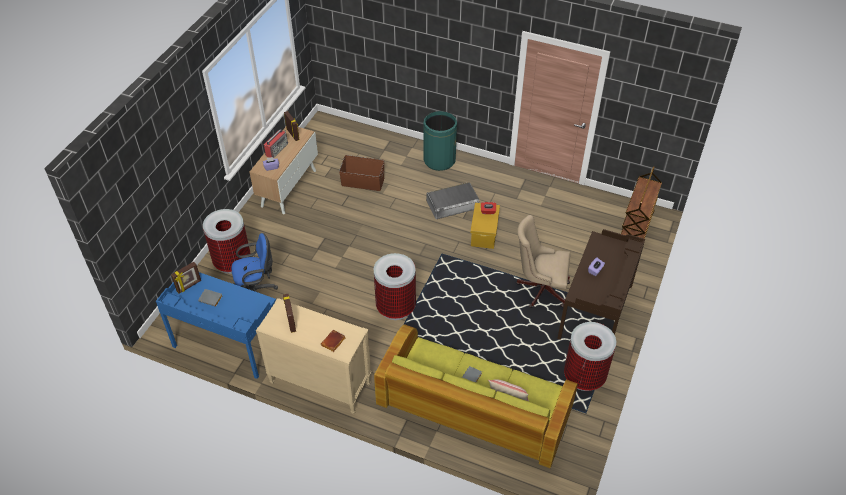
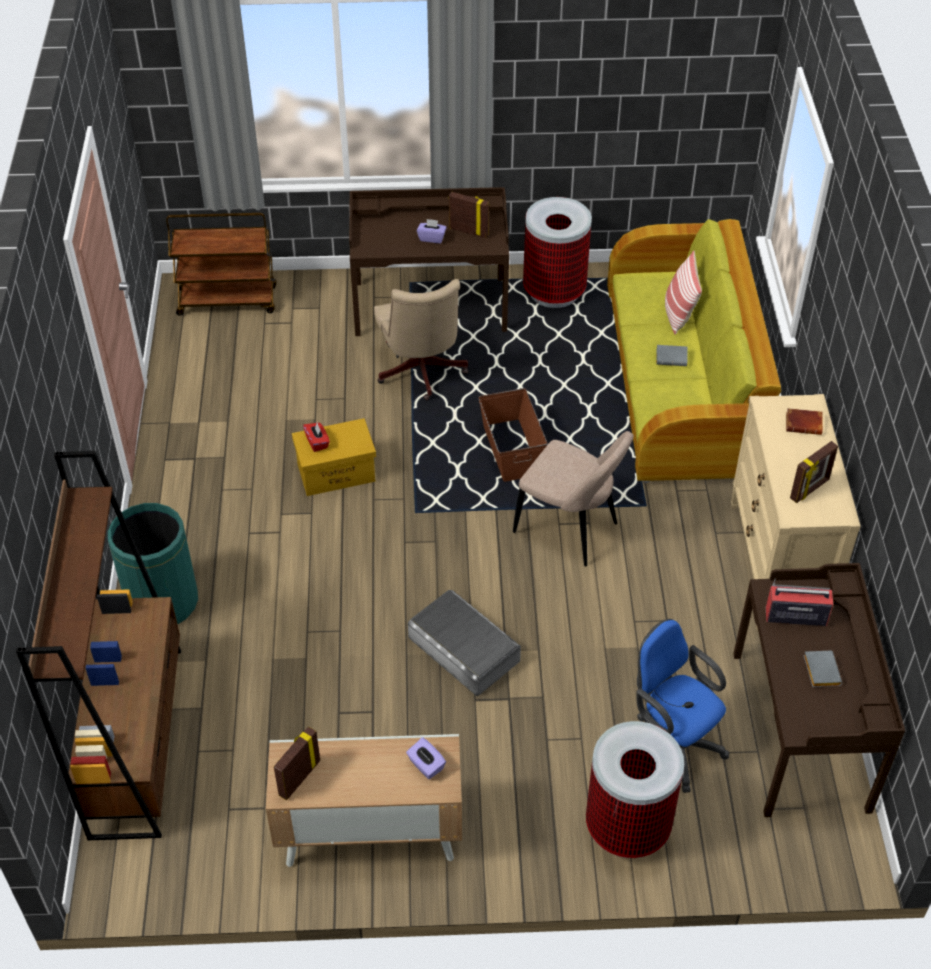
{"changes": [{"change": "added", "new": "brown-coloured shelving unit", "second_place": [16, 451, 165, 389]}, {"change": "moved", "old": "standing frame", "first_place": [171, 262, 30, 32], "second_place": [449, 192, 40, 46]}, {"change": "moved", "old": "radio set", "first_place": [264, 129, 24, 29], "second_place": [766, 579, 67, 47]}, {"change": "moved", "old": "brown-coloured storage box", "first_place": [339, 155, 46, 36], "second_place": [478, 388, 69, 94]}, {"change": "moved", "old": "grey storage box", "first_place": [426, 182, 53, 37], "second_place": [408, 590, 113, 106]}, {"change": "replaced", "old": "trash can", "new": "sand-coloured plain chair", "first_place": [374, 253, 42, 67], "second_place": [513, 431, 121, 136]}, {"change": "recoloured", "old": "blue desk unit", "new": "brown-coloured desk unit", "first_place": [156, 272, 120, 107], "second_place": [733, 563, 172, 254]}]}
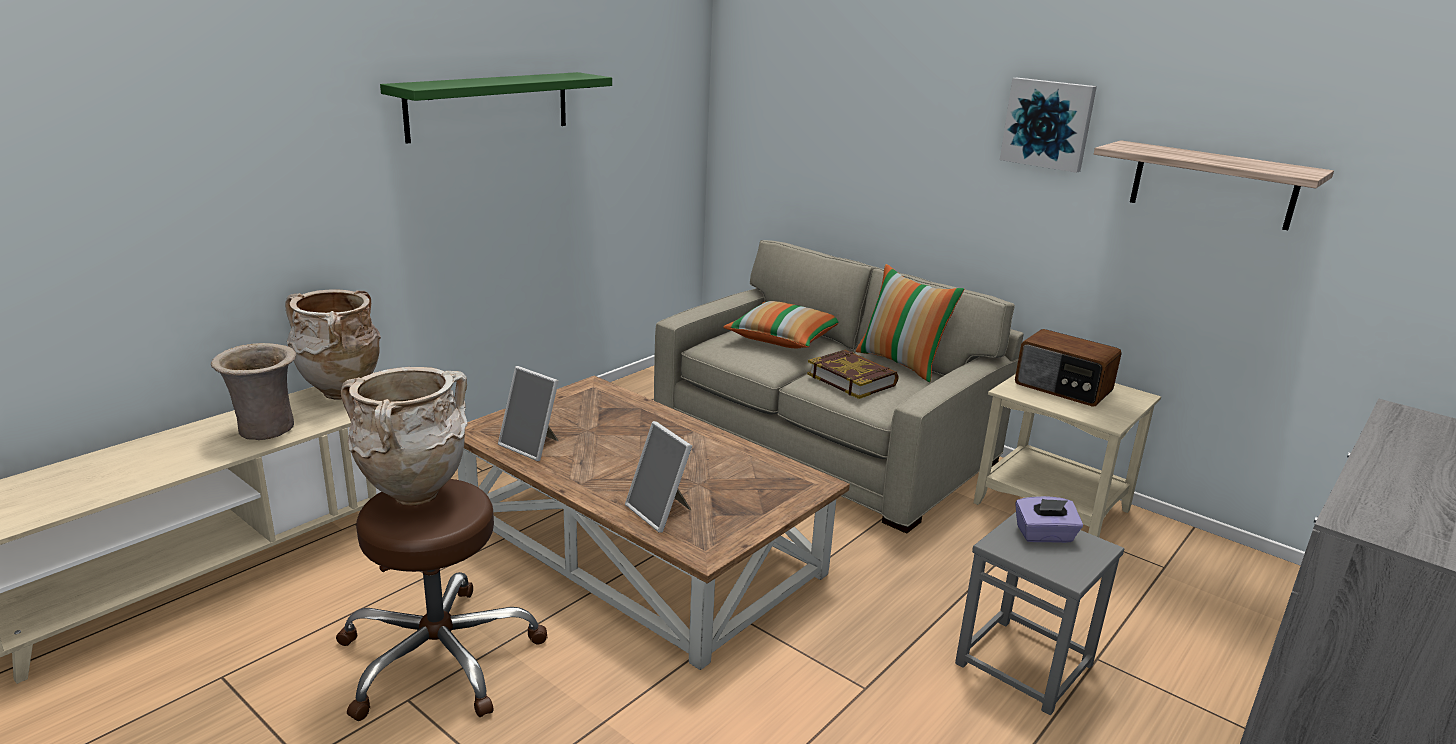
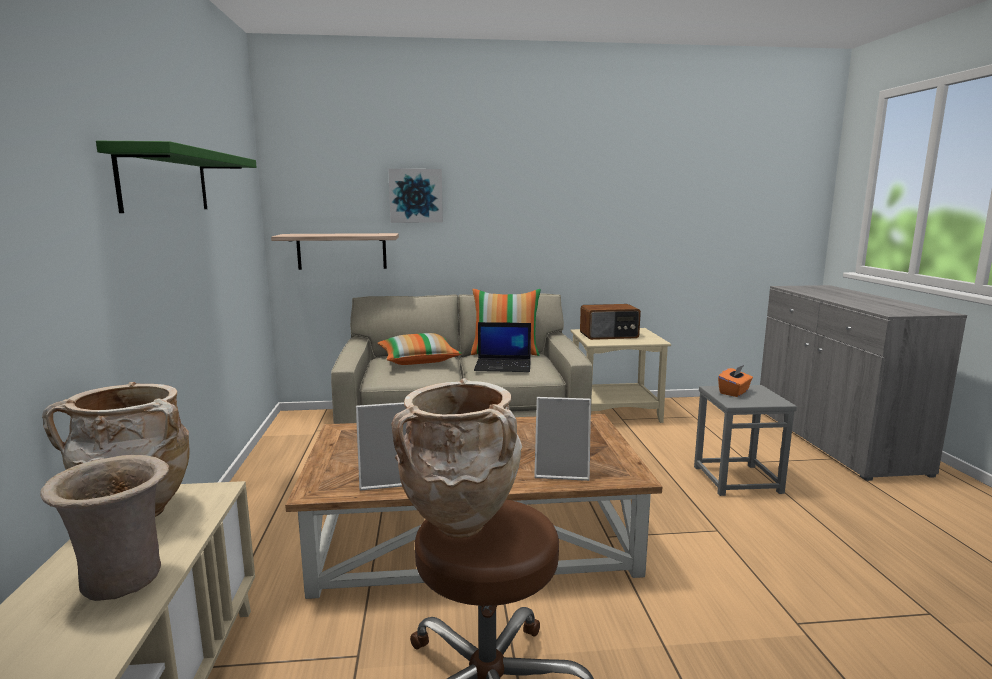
{"changes": [{"change": "moved", "old": "wall picture", "first_place": [1000, 78, 97, 95], "second_place": [388, 169, 55, 54]}, {"change": "moved", "old": "bracket shelf", "first_place": [1094, 140, 240, 90], "second_place": [271, 233, 128, 37]}, {"change": "replaced", "old": "volume", "new": "portable computer", "first_place": [807, 350, 92, 49], "second_place": [474, 322, 57, 50]}, {"change": "recoloured", "old": "purplish tissue holder", "new": "orange tissue holder", "first_place": [1015, 496, 68, 47], "second_place": [718, 365, 35, 32]}]}
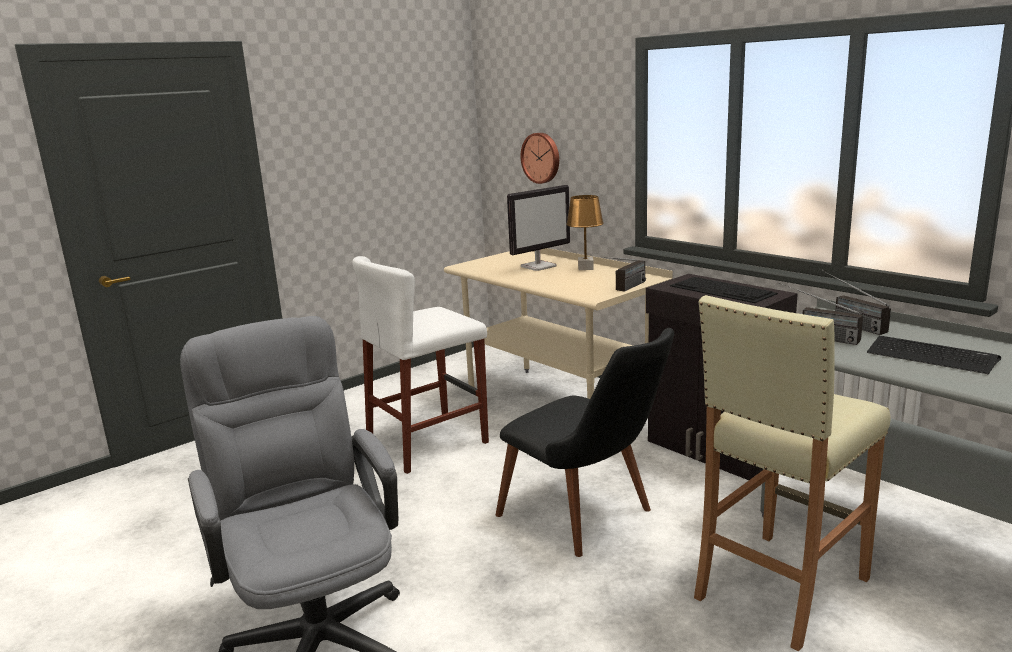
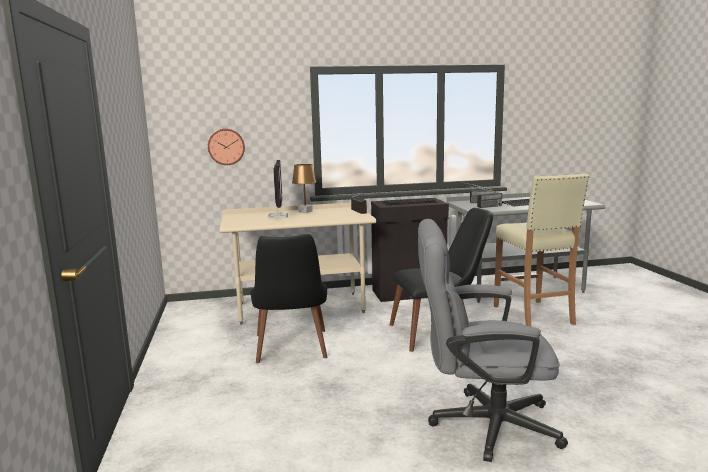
{"changes": [{"change": "replaced", "old": "white-coloured stool seat", "new": "blackish plain chair", "first_place": [352, 256, 137, 218], "second_place": [250, 234, 77, 129]}]}
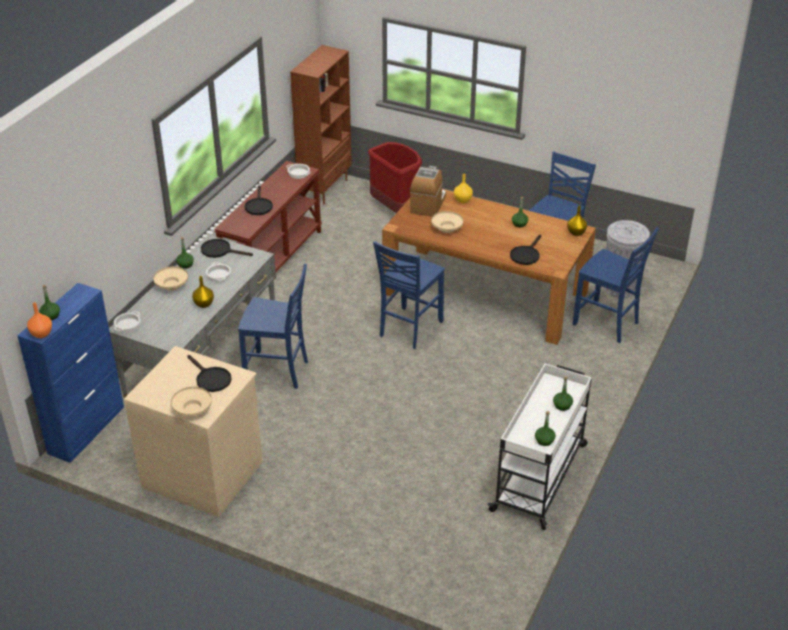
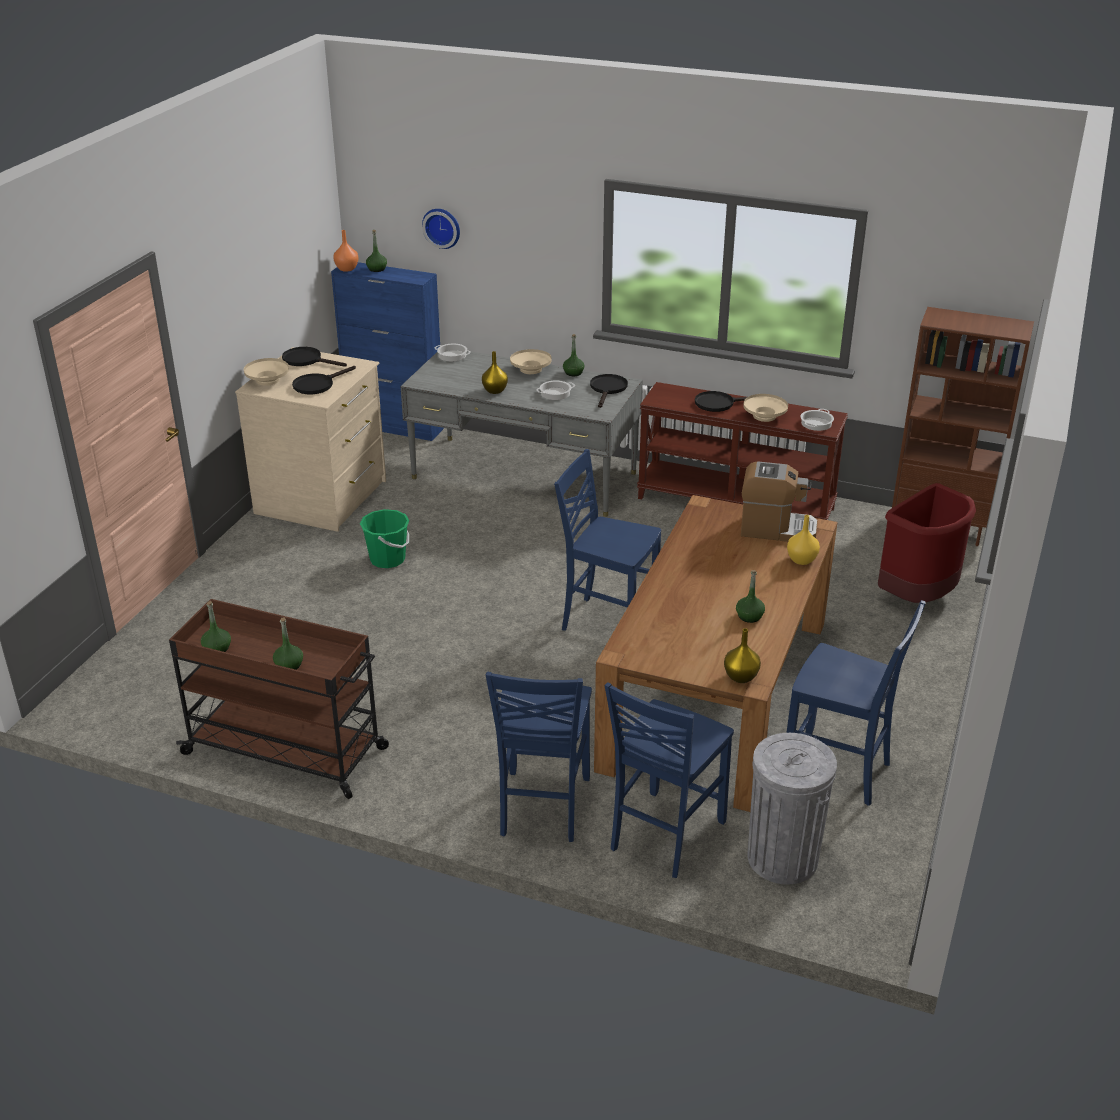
{"changes": [{"change": "added", "new": "green-coloured pail", "second_place": [360, 509, 49, 59]}, {"change": "added", "new": "wall clock", "second_place": [422, 209, 38, 40]}, {"change": "moved", "old": "blue plain chair", "first_place": [238, 264, 70, 125], "second_place": [486, 672, 106, 170]}, {"change": "moved", "old": "sand-coloured serving bowl", "first_place": [431, 211, 33, 22], "second_place": [743, 394, 45, 28]}, {"change": "moved", "old": "blackish skillet", "first_place": [510, 234, 32, 31], "second_place": [282, 347, 65, 20]}, {"change": "recoloured", "old": "white-coloured wheeled cart", "new": "brown-coloured wheeled cart", "first_place": [488, 364, 104, 166], "second_place": [169, 599, 220, 200]}]}
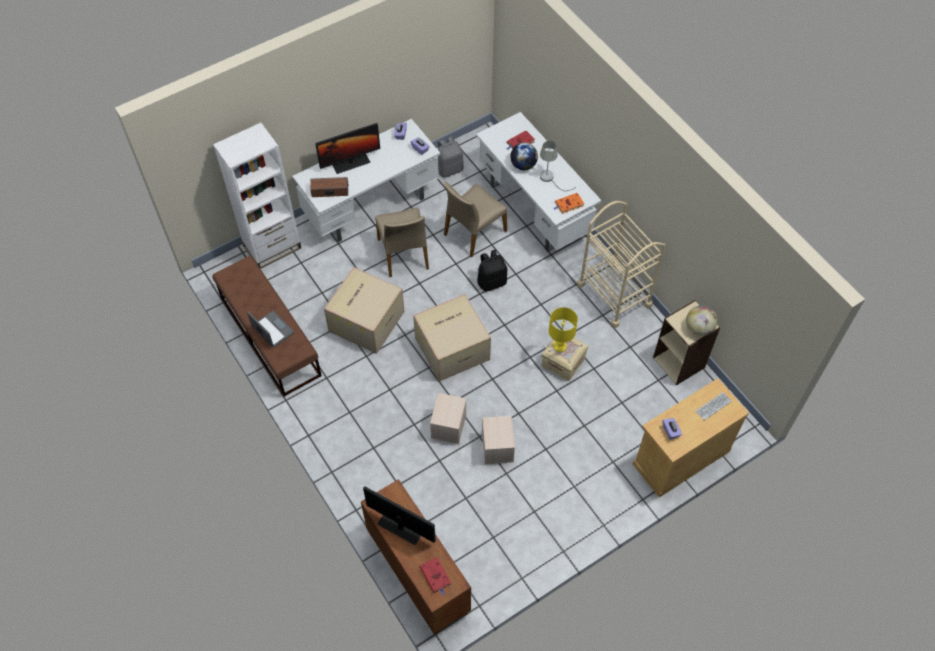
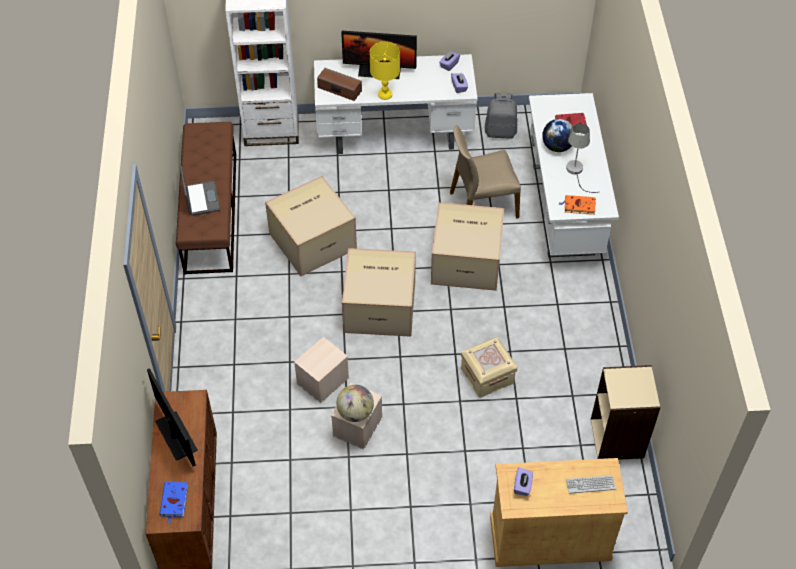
{"changes": [{"change": "removed", "old": "sand-coloured plain chair", "first_place": [375, 208, 54, 69]}, {"change": "removed", "old": "sand-coloured wheeled cart", "first_place": [577, 201, 88, 127]}, {"change": "moved", "old": "yellow-coloured table lamp", "first_place": [549, 307, 29, 45], "second_place": [370, 42, 30, 58]}, {"change": "moved", "old": "globe", "first_place": [686, 305, 32, 31], "second_place": [337, 385, 37, 37]}, {"change": "replaced", "old": "blackish backpack", "new": "cardboard box", "first_place": [477, 250, 30, 42], "second_place": [431, 202, 73, 89]}, {"change": "recoloured", "old": "red volume", "new": "blue volume", "first_place": [420, 557, 31, 38], "second_place": [159, 481, 29, 43]}]}
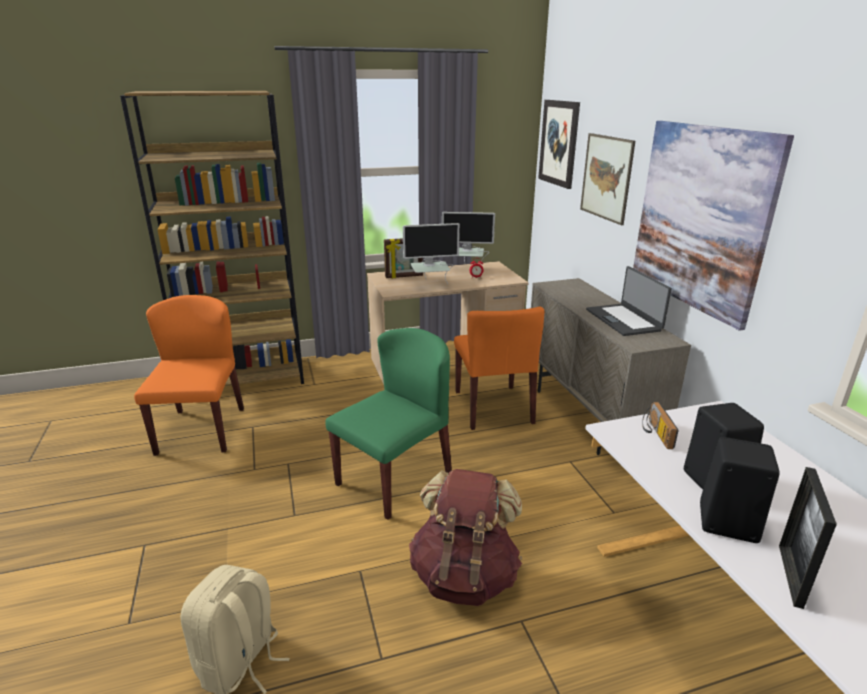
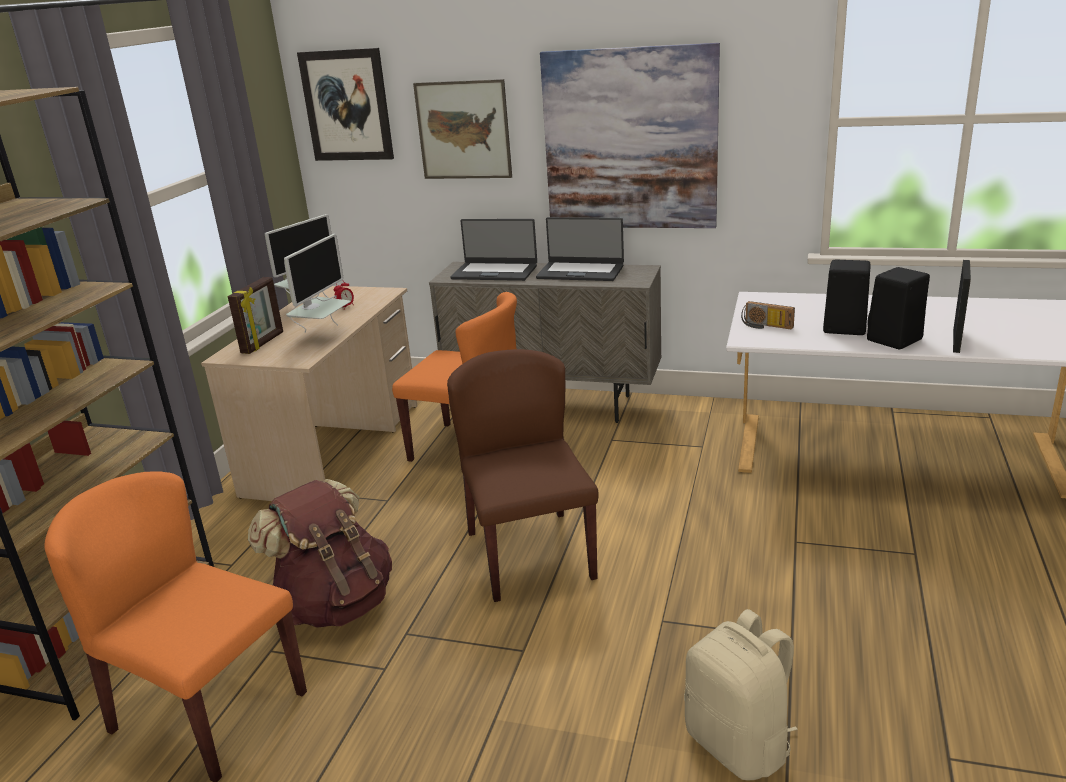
{"changes": [{"change": "added", "new": "portable computer", "second_place": [450, 219, 87, 62]}, {"change": "moved", "old": "brown-coloured backpack", "first_place": [409, 469, 113, 137], "second_place": [248, 479, 144, 149]}, {"change": "recoloured", "old": "green-coloured plain chair", "new": "brown-coloured plain chair", "first_place": [325, 328, 127, 192], "second_place": [447, 349, 152, 253]}, {"change": "turned", "old": "standing frame", "first_place": [779, 467, 58, 142], "second_place": [953, 260, 18, 93], "degrees": -120}]}
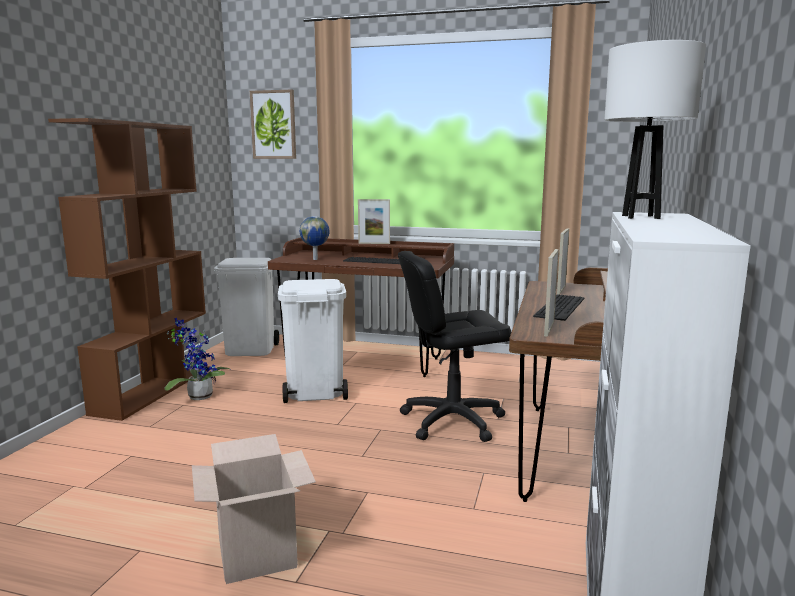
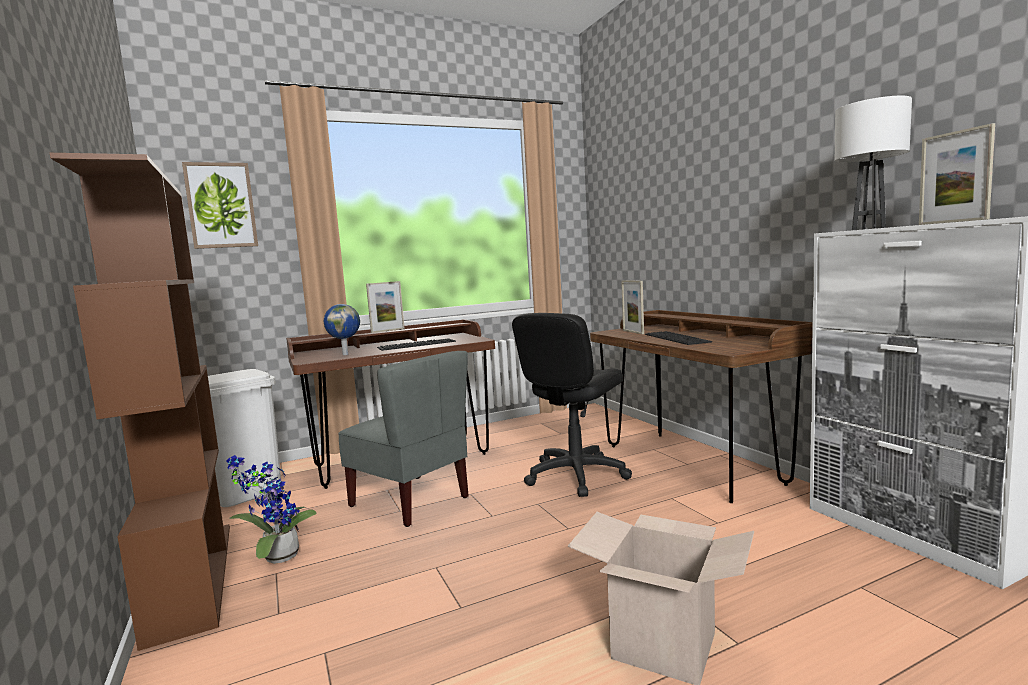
{"changes": [{"change": "moved", "old": "standing frame", "first_place": [544, 249, 15, 88], "second_place": [919, 123, 76, 102]}, {"change": "replaced", "old": "white-coloured trash can", "new": "grey plain chair", "first_place": [278, 279, 70, 124], "second_place": [338, 351, 131, 176]}]}
